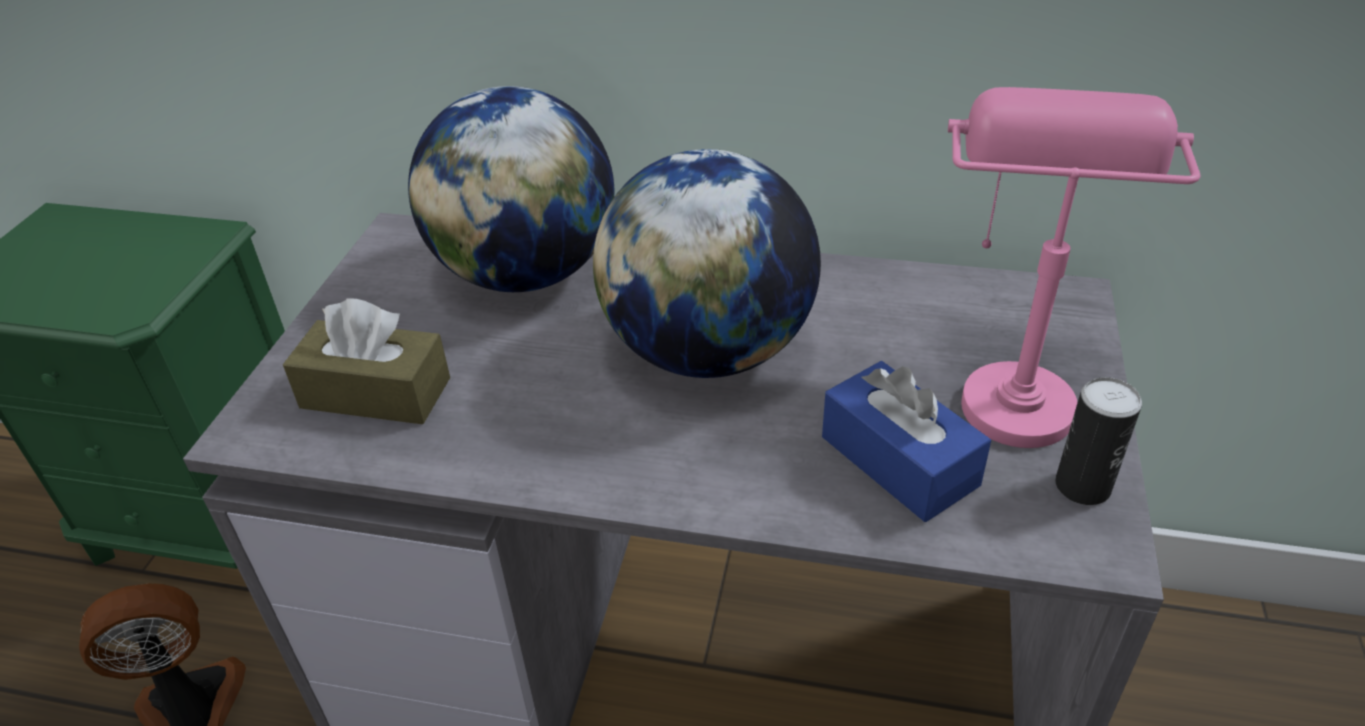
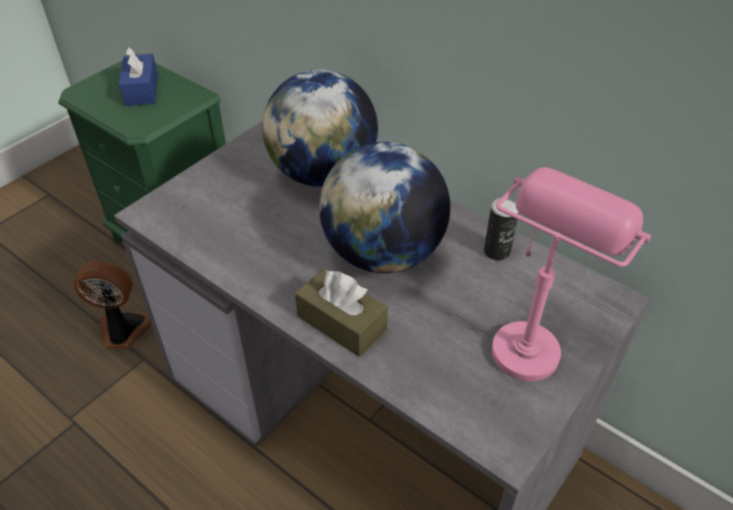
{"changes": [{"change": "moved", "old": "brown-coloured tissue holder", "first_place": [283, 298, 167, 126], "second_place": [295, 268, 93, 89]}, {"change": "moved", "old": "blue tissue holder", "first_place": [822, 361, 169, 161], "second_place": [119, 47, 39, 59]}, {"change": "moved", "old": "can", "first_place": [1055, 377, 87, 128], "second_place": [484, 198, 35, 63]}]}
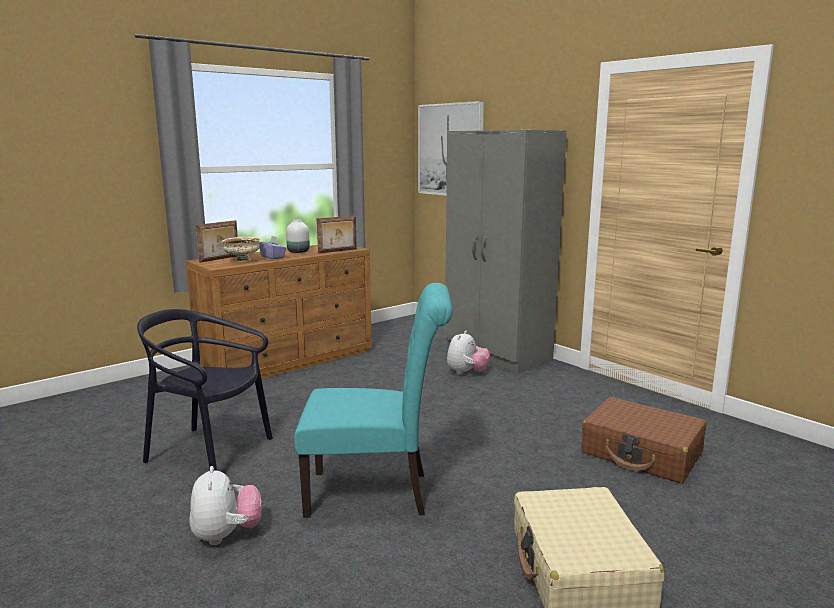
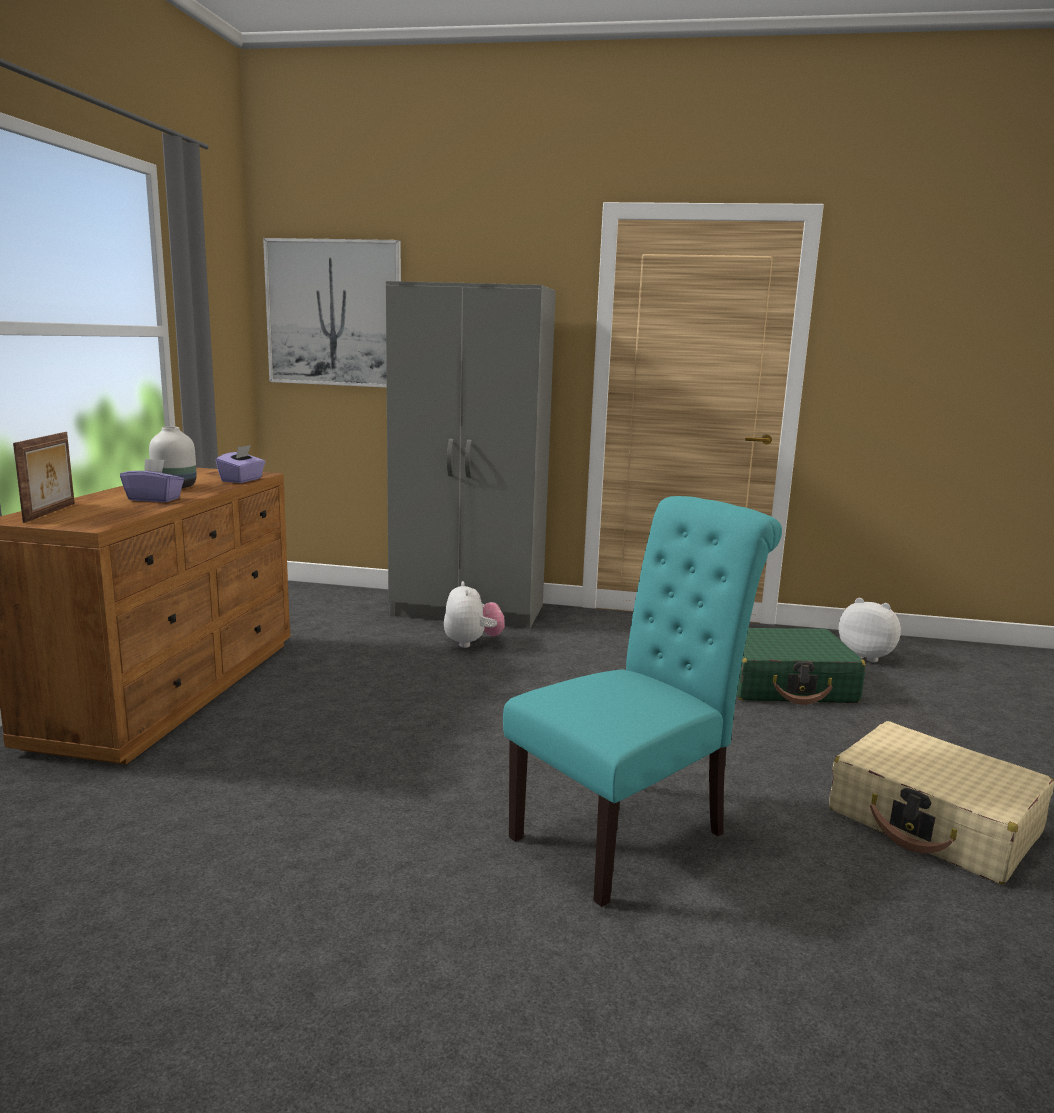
{"changes": [{"change": "removed", "old": "blackish plain chair", "first_place": [137, 309, 136, 162]}, {"change": "removed", "old": "sand-coloured serving bowl", "first_place": [221, 237, 40, 25]}, {"change": "moved", "old": "plush toy", "first_place": [190, 466, 72, 79], "second_place": [839, 598, 62, 64]}, {"change": "replaced", "old": "standing frame", "new": "purplish tissue holder", "first_place": [317, 216, 40, 37], "second_place": [216, 445, 49, 38]}, {"change": "recoloured", "old": "brown-coloured piece of luggage", "new": "green-coloured piece of luggage", "first_place": [581, 397, 126, 86], "second_place": [736, 628, 130, 77]}]}
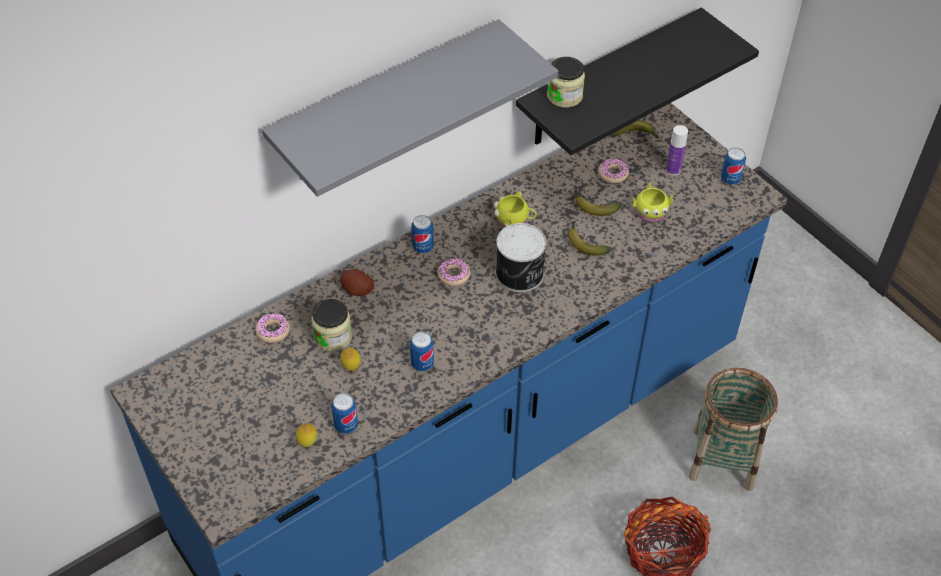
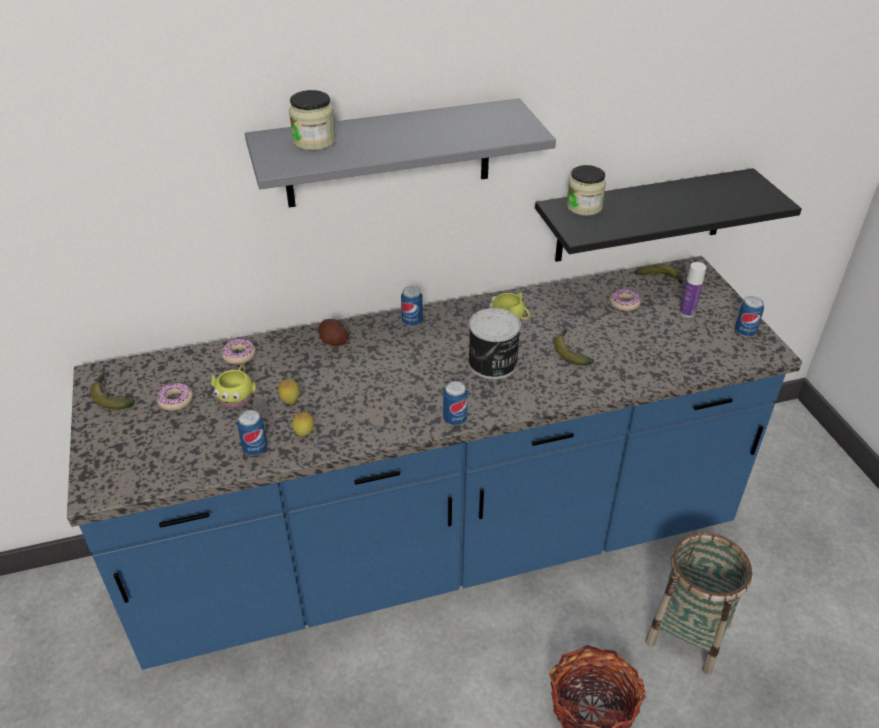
{"changes": [{"change": "moved", "old": "lemon", "first_place": [296, 423, 21, 24], "second_place": [292, 412, 22, 25]}, {"change": "moved", "old": "jar", "first_place": [311, 299, 41, 52], "second_place": [289, 90, 47, 61]}, {"change": "moved", "old": "can", "first_place": [410, 332, 24, 39], "second_place": [443, 381, 25, 44]}, {"change": "moved", "old": "ring doughnut", "first_place": [438, 258, 32, 28], "second_place": [157, 383, 36, 28]}, {"change": "moved", "old": "banana fruit", "first_place": [573, 189, 49, 27], "second_place": [90, 375, 45, 35]}, {"change": "moved", "old": "yellow-coloured tea mug", "first_place": [632, 183, 41, 39], "second_place": [211, 365, 45, 43]}]}
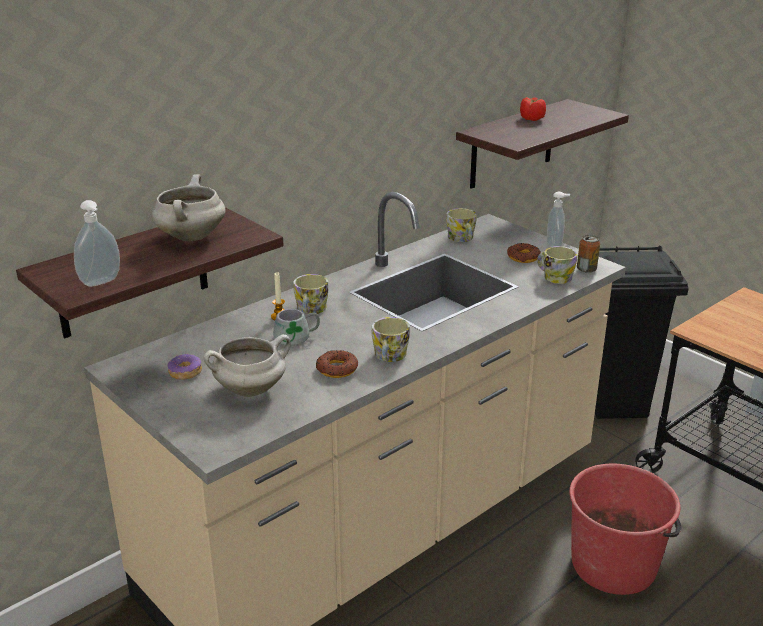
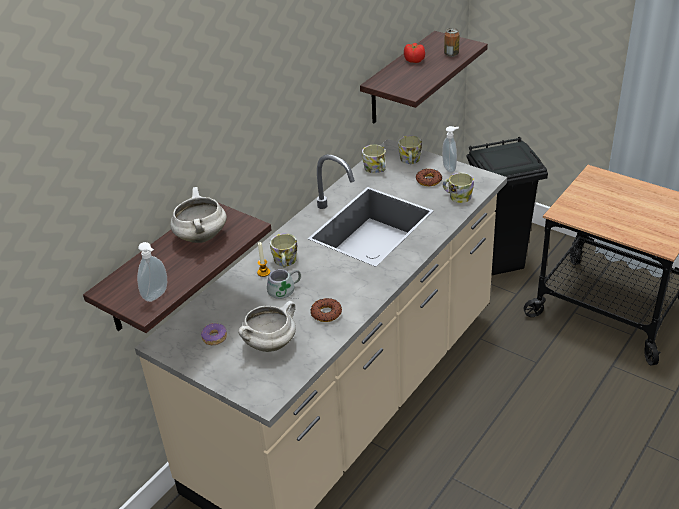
{"changes": [{"change": "removed", "old": "red pail", "first_place": [569, 464, 113, 131]}, {"change": "moved", "old": "tea mug", "first_place": [372, 317, 38, 45], "second_place": [398, 136, 24, 28]}, {"change": "moved", "old": "can", "first_place": [577, 235, 23, 38], "second_place": [444, 28, 16, 29]}]}
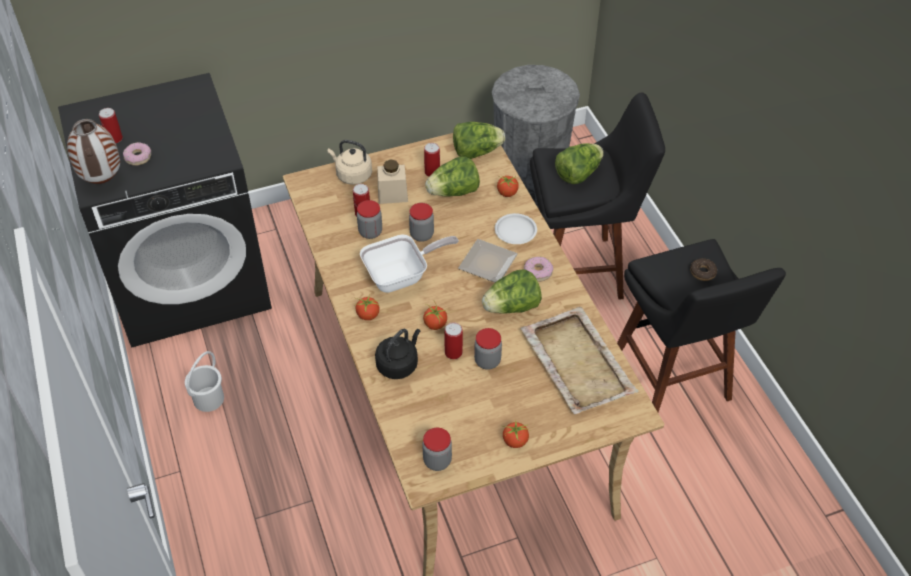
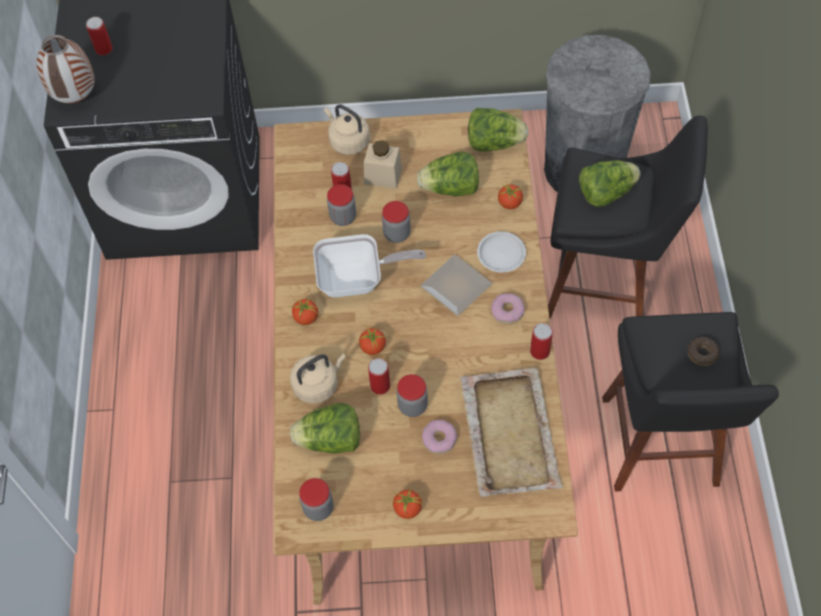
{"changes": [{"change": "removed", "old": "white-coloured pail", "first_place": [185, 351, 39, 61]}, {"change": "moved", "old": "ring doughnut", "first_place": [123, 142, 28, 24], "second_place": [422, 420, 35, 34]}, {"change": "moved", "old": "can", "first_place": [424, 143, 16, 34], "second_place": [530, 323, 23, 37]}, {"change": "moved", "old": "lettuce", "first_place": [482, 269, 60, 45], "second_place": [290, 403, 70, 51]}, {"change": "recoloured", "old": "blackish tea kettle", "new": "sand-coloured tea kettle", "first_place": [375, 329, 45, 50], "second_place": [290, 354, 56, 50]}]}
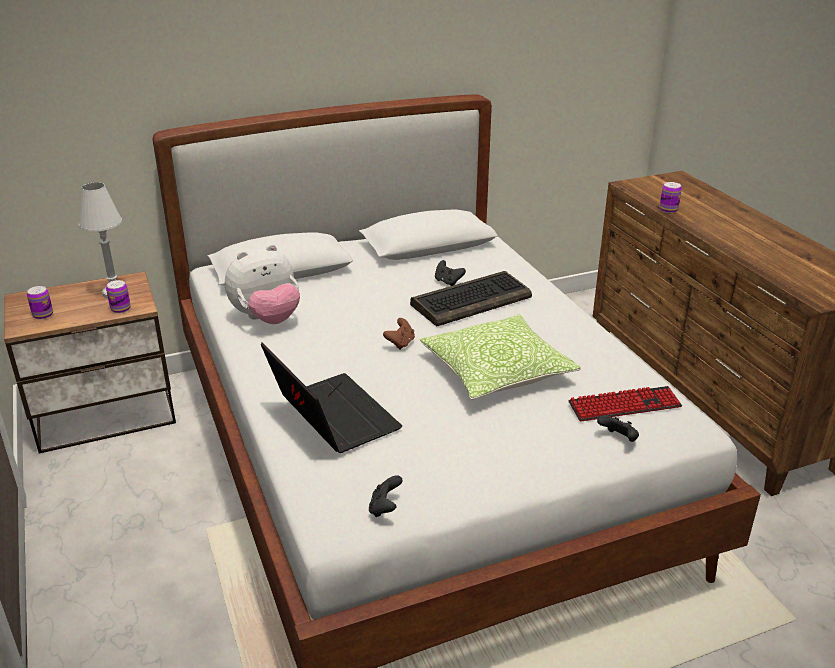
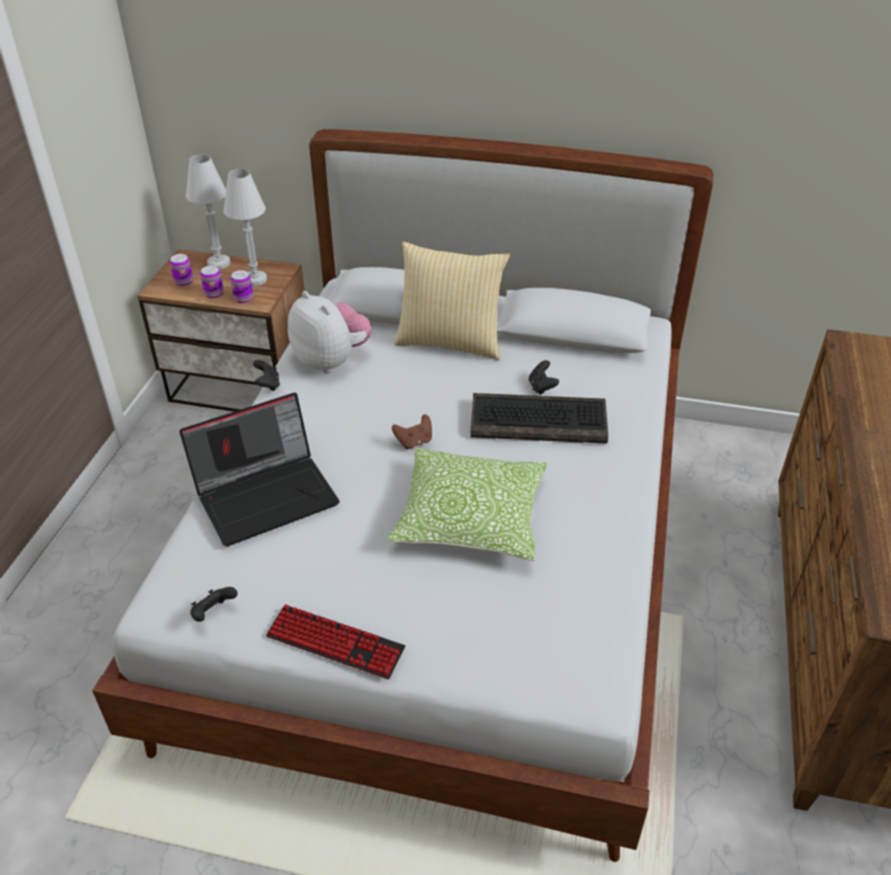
{"changes": [{"change": "added", "new": "white-coloured table lamp", "second_place": [186, 154, 45, 115]}, {"change": "added", "new": "throw pillow", "second_place": [394, 242, 116, 118]}, {"change": "moved", "old": "keyboard", "first_place": [568, 386, 114, 36], "second_place": [266, 604, 139, 75]}, {"change": "moved", "old": "blackish joypad", "first_place": [597, 416, 42, 26], "second_place": [253, 360, 27, 31]}, {"change": "moved", "old": "can", "first_place": [659, 182, 23, 31], "second_place": [200, 265, 24, 34]}, {"change": "turned", "old": "plush toy", "first_place": [225, 244, 75, 80], "second_place": [288, 291, 84, 83], "degrees": -135}, {"change": "turned", "old": "portable computer", "first_place": [261, 343, 141, 110], "second_place": [179, 393, 160, 153], "degrees": 60}]}
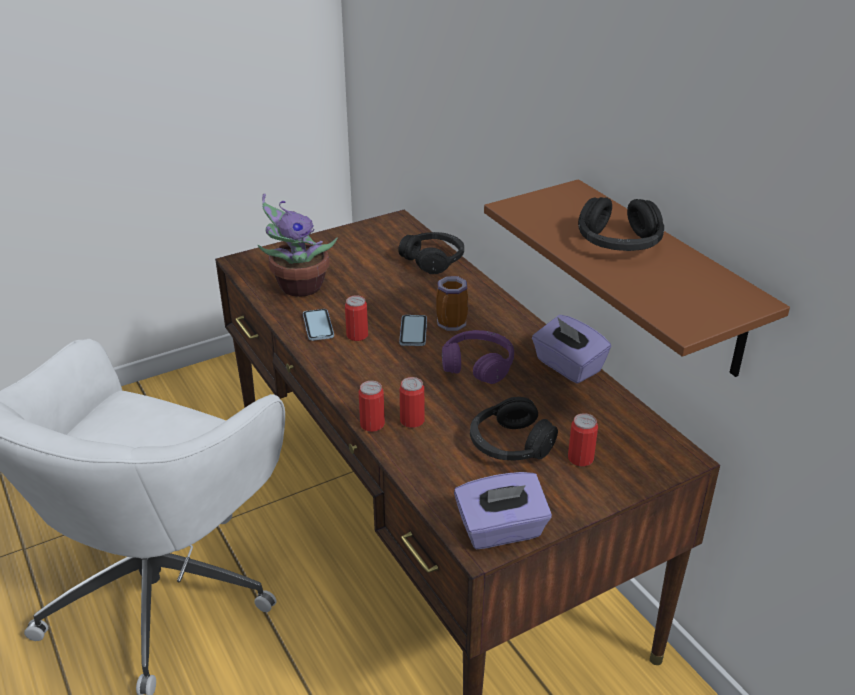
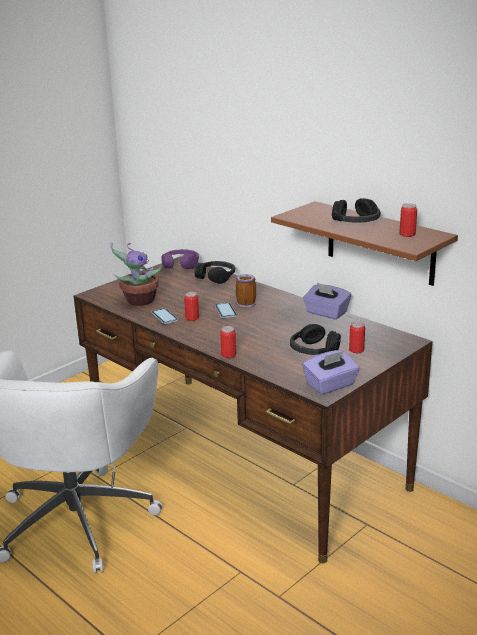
{"changes": [{"change": "moved", "old": "can", "first_place": [400, 377, 24, 51], "second_place": [399, 203, 18, 34]}, {"change": "moved", "old": "purplish headset", "first_place": [442, 330, 72, 54], "second_place": [161, 249, 38, 20]}]}
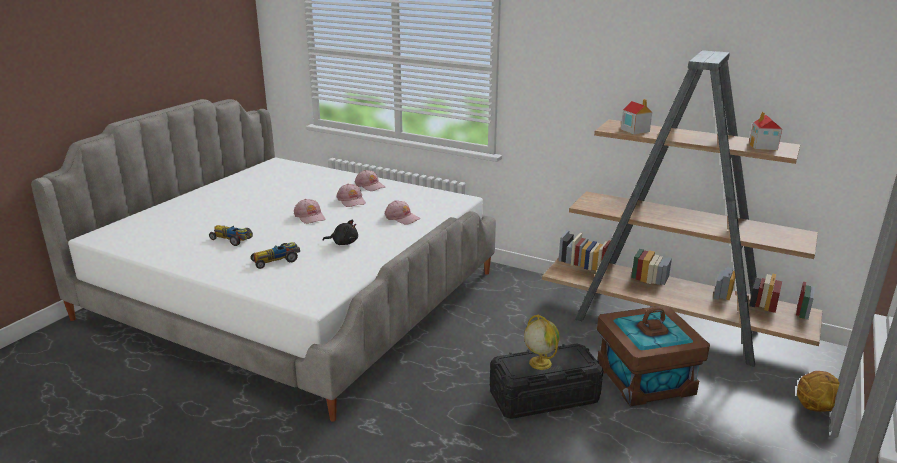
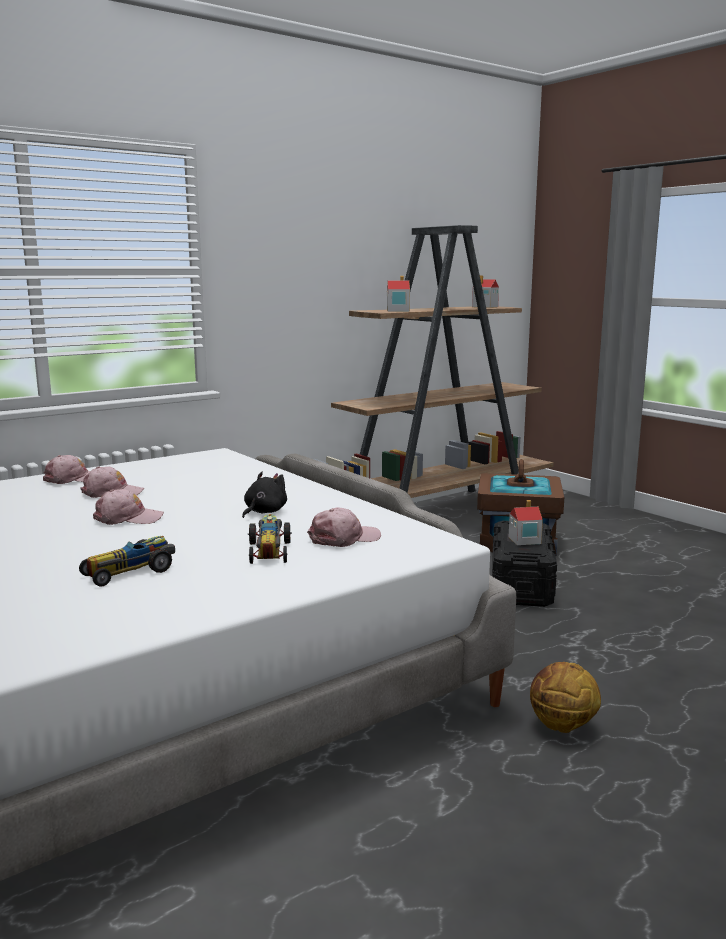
{"changes": [{"change": "moved", "old": "pink-coloured baseball cap", "first_place": [385, 201, 35, 24], "second_place": [307, 507, 74, 40]}, {"change": "moved", "old": "basketball", "first_place": [797, 371, 43, 41], "second_place": [530, 662, 71, 71]}, {"change": "replaced", "old": "globe", "new": "model house", "first_place": [524, 315, 36, 55], "second_place": [509, 500, 34, 45]}]}
